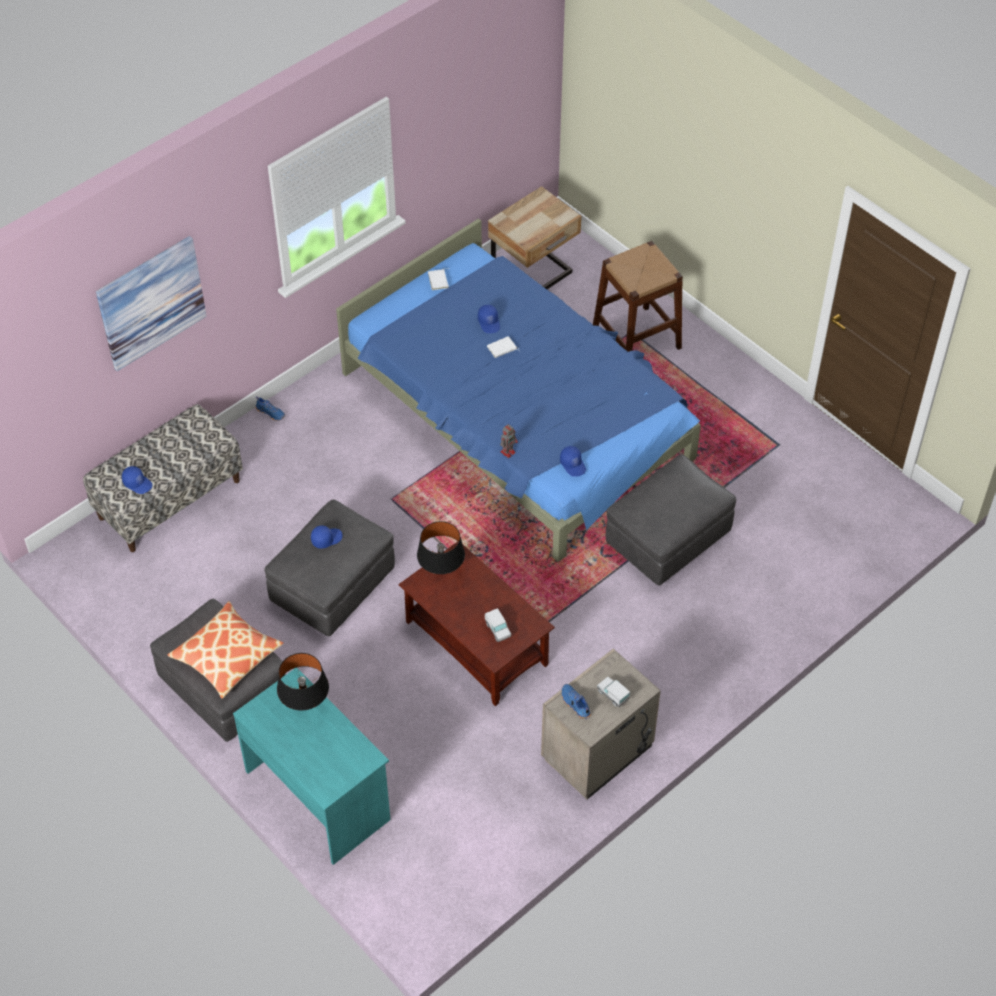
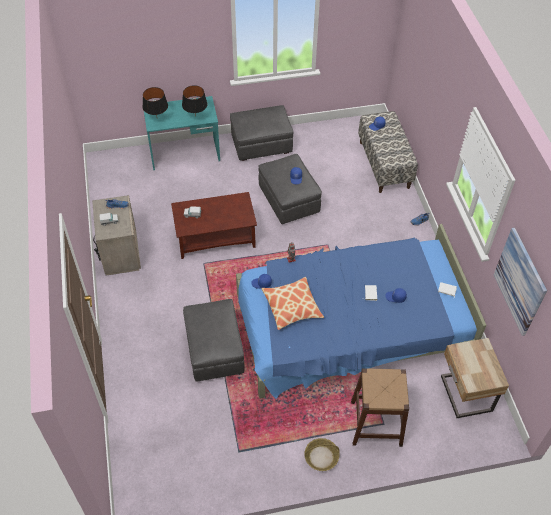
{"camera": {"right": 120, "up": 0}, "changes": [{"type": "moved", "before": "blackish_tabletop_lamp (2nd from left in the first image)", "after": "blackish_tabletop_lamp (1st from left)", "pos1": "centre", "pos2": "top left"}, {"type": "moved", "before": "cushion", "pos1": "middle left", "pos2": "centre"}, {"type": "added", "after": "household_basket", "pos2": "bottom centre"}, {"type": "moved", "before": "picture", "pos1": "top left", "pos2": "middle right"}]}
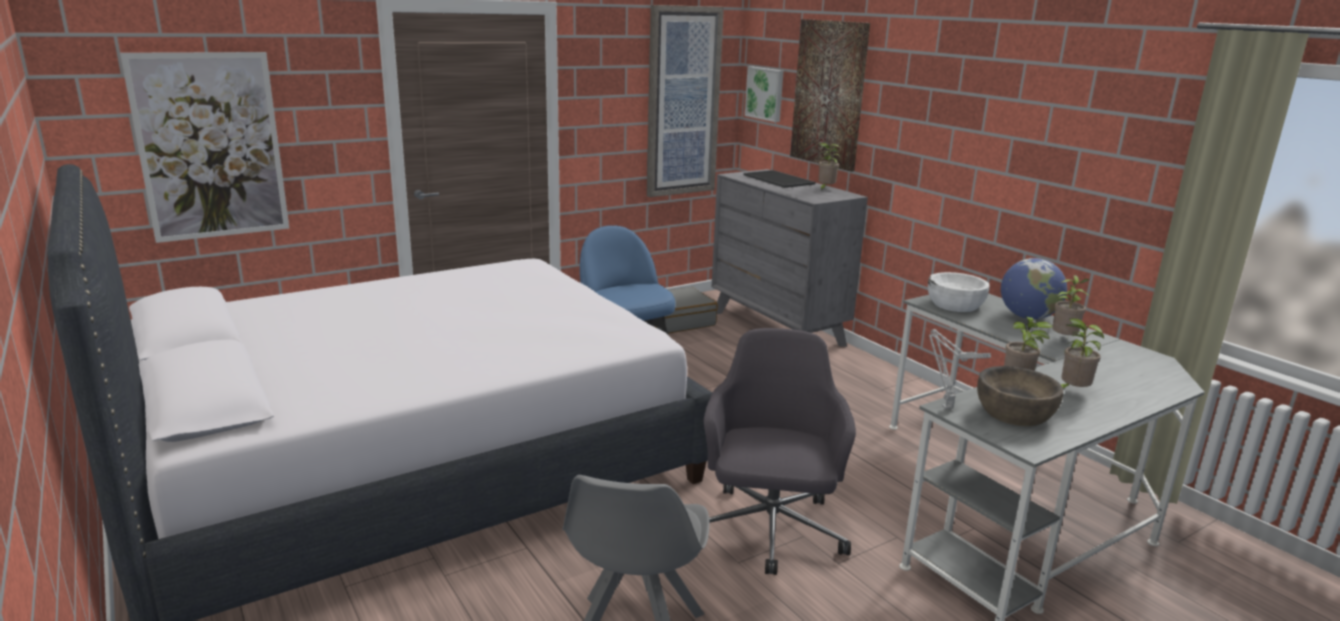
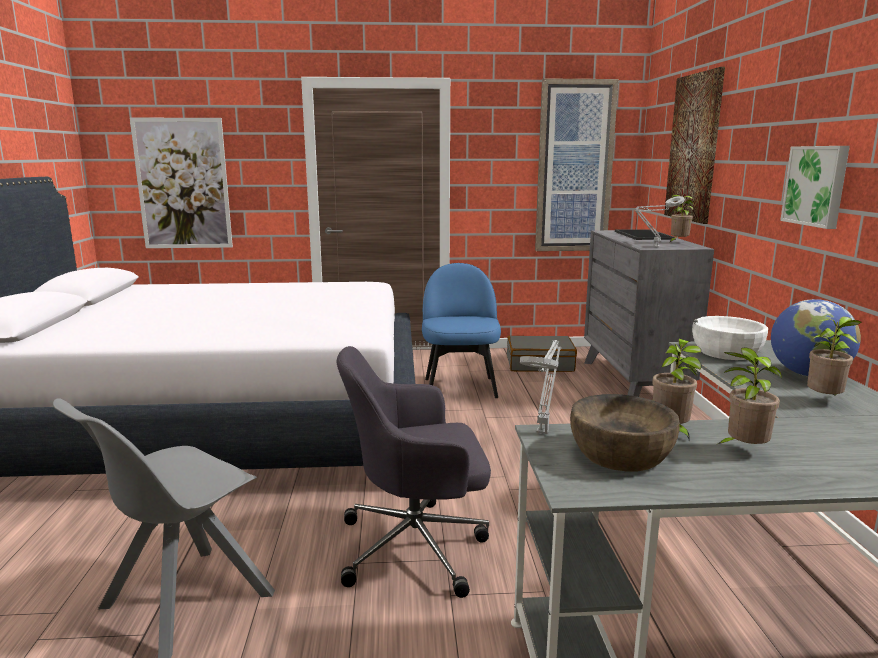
{"camera": {"right": 30, "up": -5}, "changes": [{"type": "turned", "before": "greyish_desk_chair", "pos1": "bottom centre", "pos2": "bottom centre", "turn": -135}, {"type": "added", "after": "greyish_tabletop_lamp (2nd from left)", "pos2": "middle right"}, {"type": "moved", "before": "picture (3rd from left in the first image)", "after": "picture (4th from left)", "pos1": "top centre", "pos2": "top right"}]}
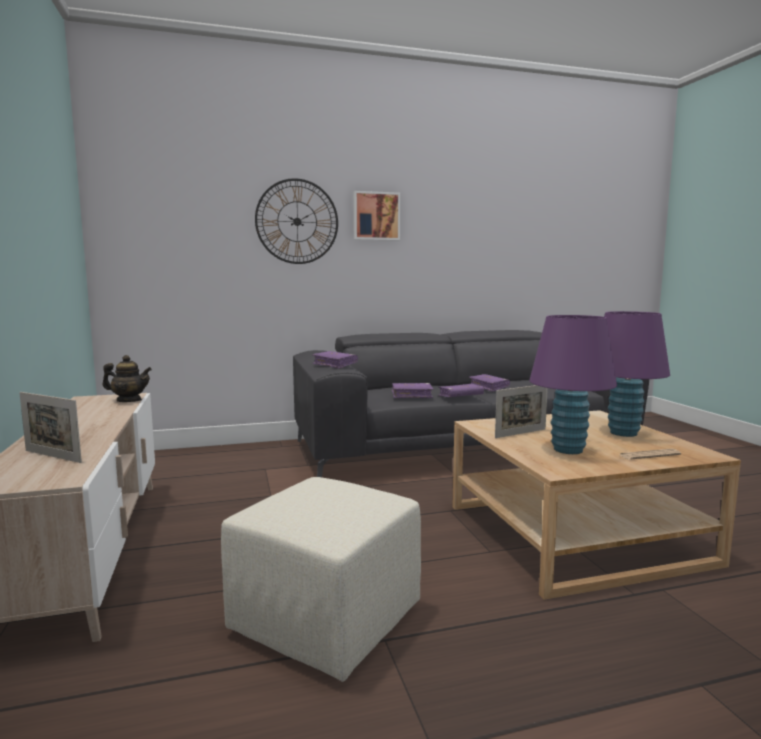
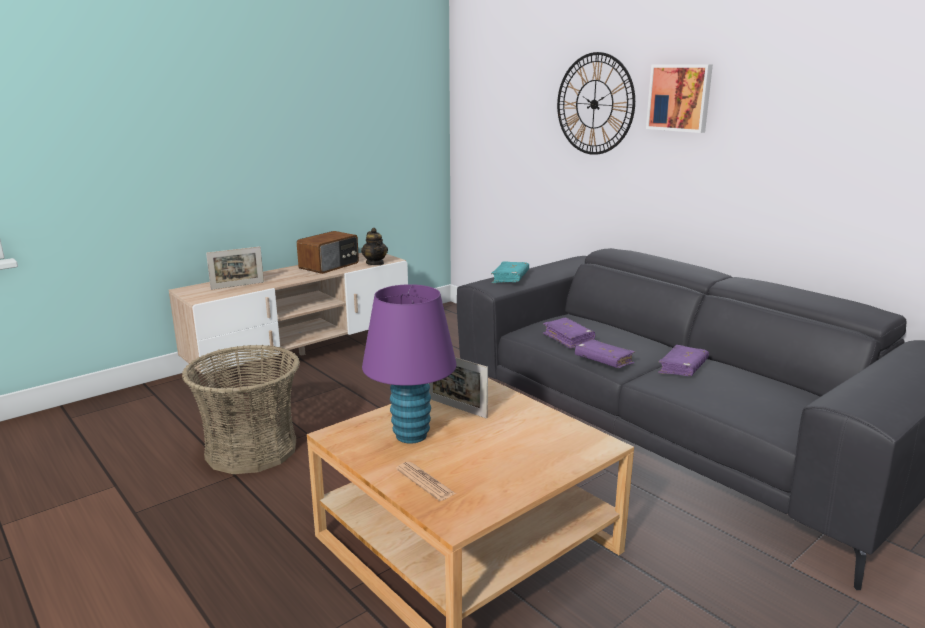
{"camera": {"right": 65, "up": 10}, "changes": [{"type": "replaced", "before": "beige_ottoman", "after": "household_basket", "pos1": "bottom centre", "pos2": "middle left"}, {"type": "turned", "before": "photo_frame (1st from left)", "pos1": "middle left", "pos2": "middle left", "turn": -120}, {"type": "added", "after": "radio_receiver", "pos2": "centre"}, {"type": "recoloured", "before": "purplish_book (1st from left)", "after": "blue-green_book", "pos1": "centre", "pos2": "centre"}, {"type": "removed", "before": "purplish_tabletop_lamp (2nd from left)", "pos1": "middle right"}]}
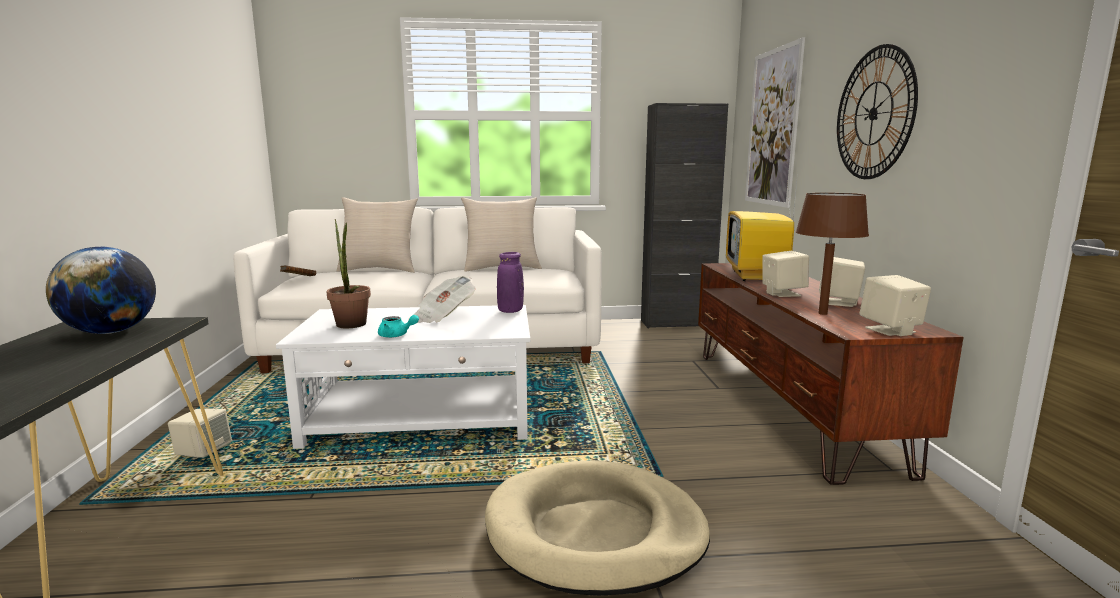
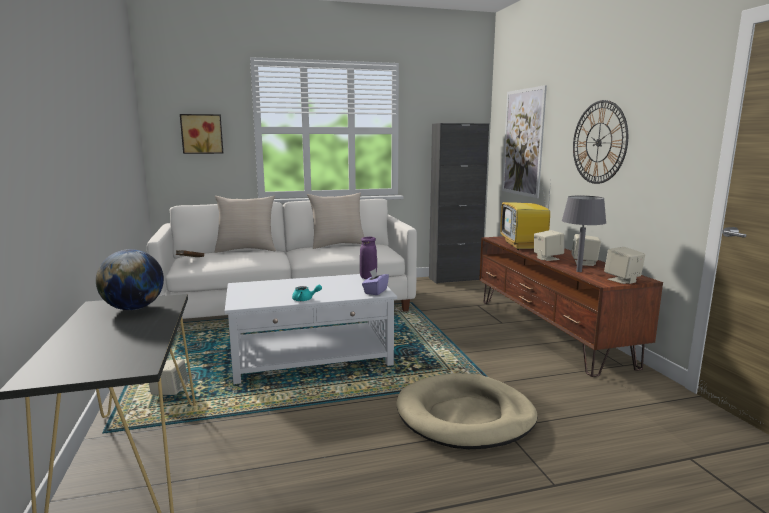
{"camera": {"right": -10, "up": 0}, "changes": [{"type": "added", "after": "picture (1st from left)", "pos2": "top left"}, {"type": "added", "after": "purplish_tissue_holder", "pos2": "centre"}, {"type": "recoloured", "before": "brown_tabletop_lamp", "after": "greyish_tabletop_lamp", "pos1": "middle right", "pos2": "middle right"}, {"type": "removed", "before": "potted_plant", "pos1": "middle left"}, {"type": "removed", "before": "printed_paper", "pos1": "centre"}]}
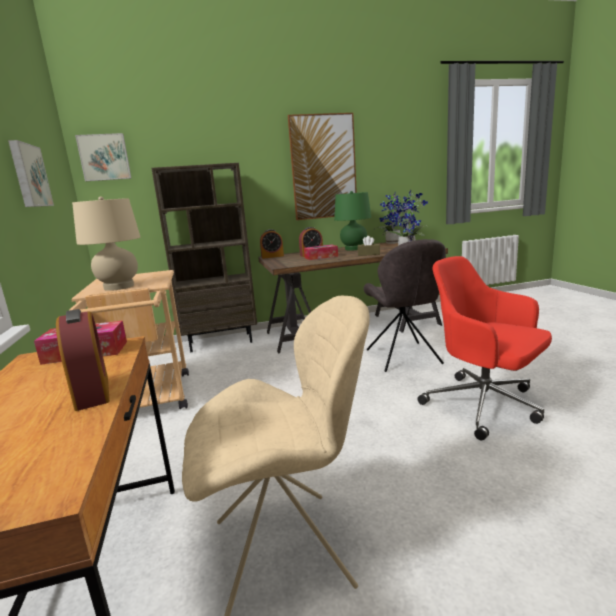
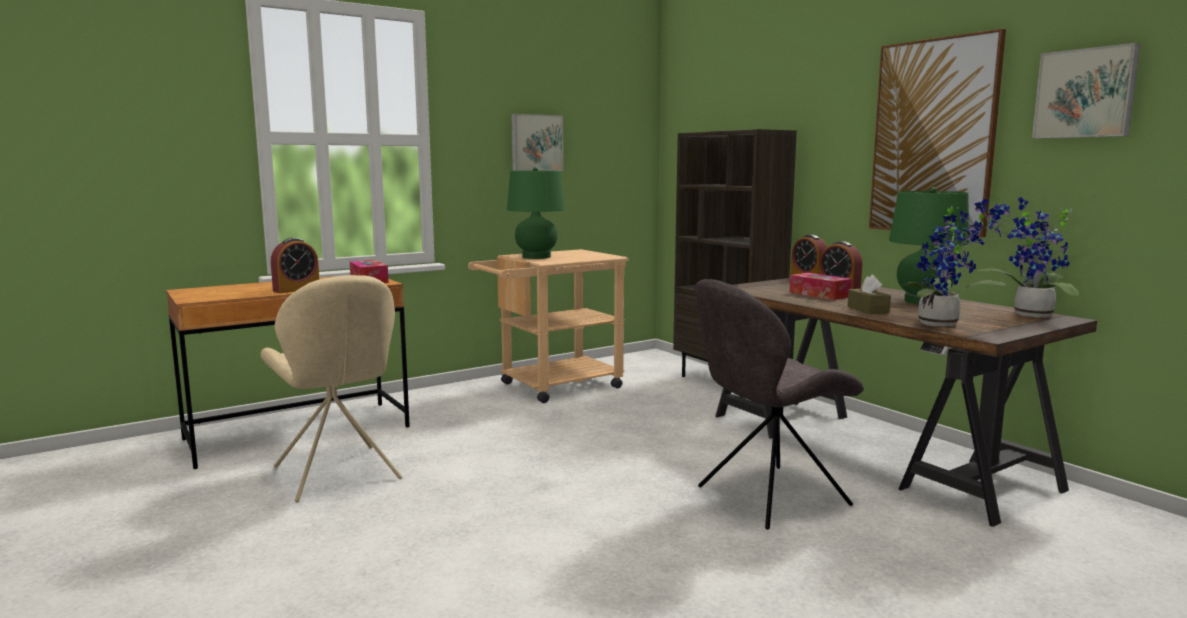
{"camera": {"right": 70, "up": -5}, "changes": [{"type": "recoloured", "before": "beige_tabletop_lamp", "after": "green_tabletop_lamp (1st from left)", "pos1": "middle left", "pos2": "centre"}, {"type": "moved", "before": "picture (2nd from left in the first image)", "after": "picture (3rd from left)", "pos1": "top left", "pos2": "top right"}, {"type": "removed", "before": "red-coloured_desk_chair", "pos1": "middle right"}]}
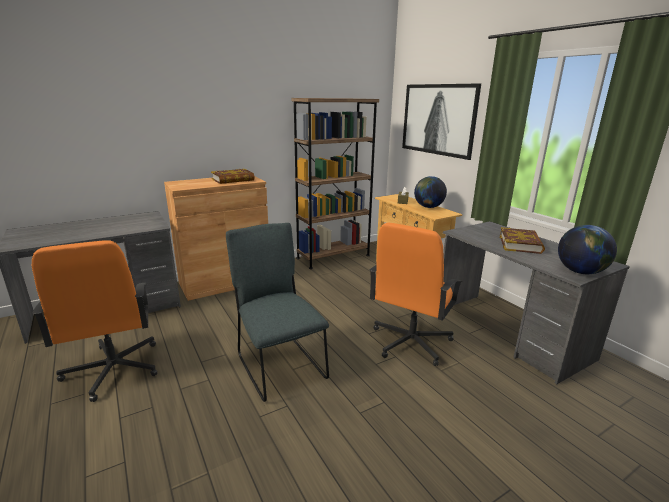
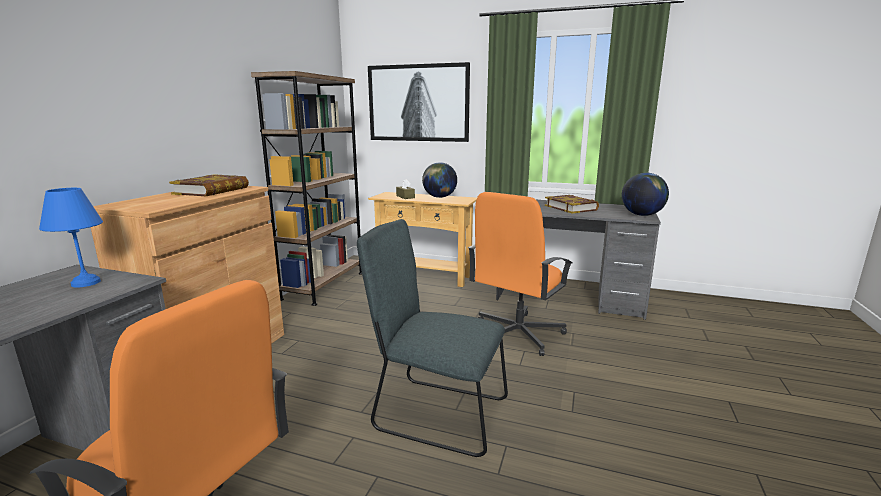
{"camera": {"right": -40, "up": -5}, "changes": [{"type": "added", "after": "bluish_tabletop_lamp", "pos2": "middle left"}, {"type": "turned", "before": "orangey_desk_chair (2nd from left)", "pos1": "centre", "pos2": "centre", "turn": 45}]}
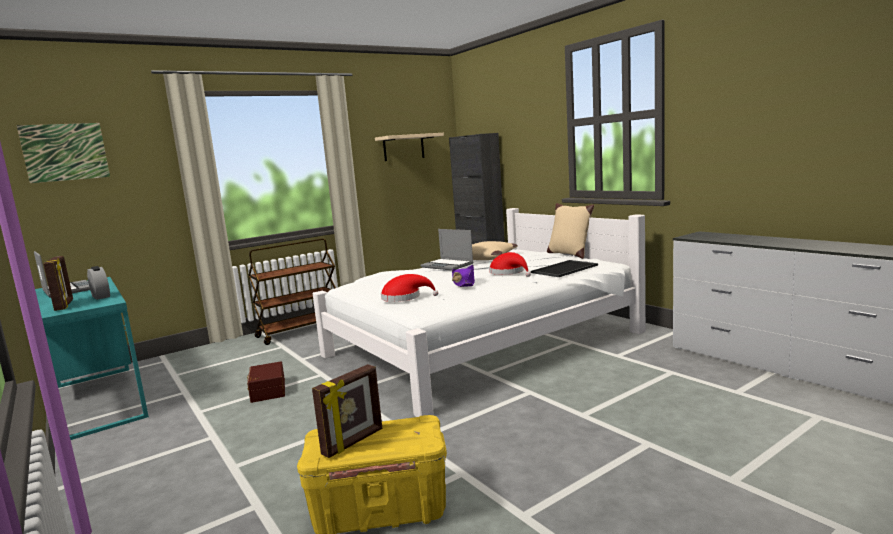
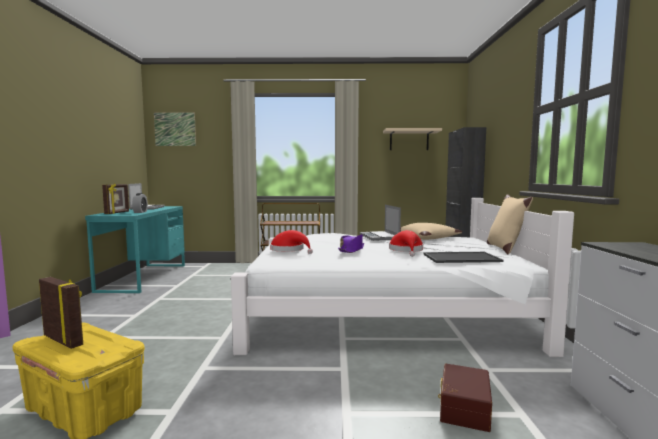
{"camera": {"right": 35, "up": -5}, "changes": [{"type": "turned", "before": "photo_frame (2nd from left in the first image)", "pos1": "bottom centre", "pos2": "bottom left", "turn": -135}, {"type": "moved", "before": "brown_storage_box", "pos1": "bottom left", "pos2": "bottom right"}]}
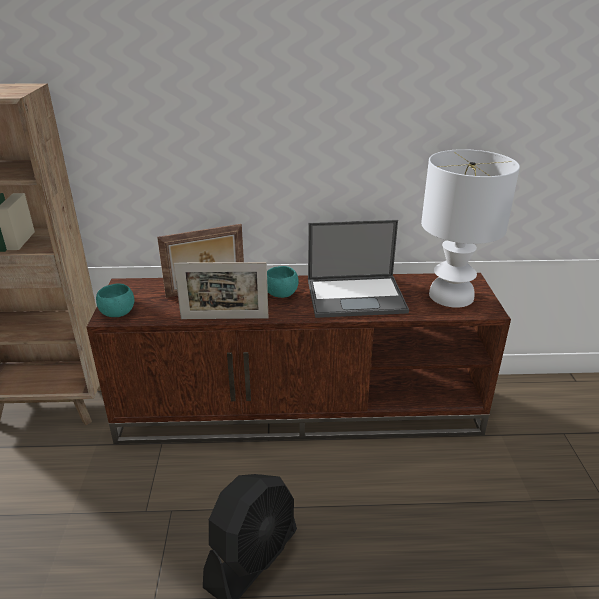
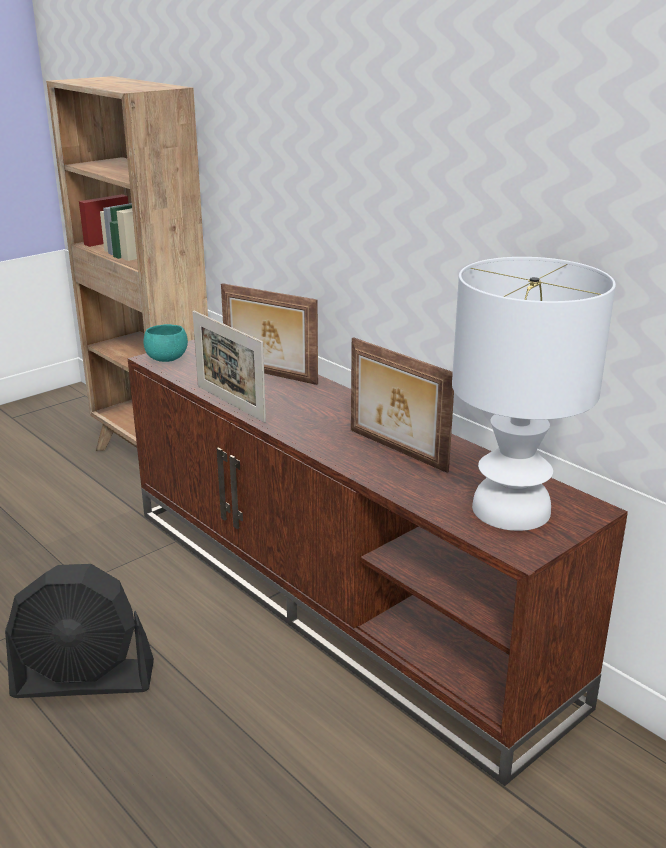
{"camera": {"right": 50, "up": -5}, "changes": [{"type": "replaced", "before": "portable_computer", "after": "photo_frame (3rd from left)", "pos1": "centre", "pos2": "centre"}, {"type": "removed", "before": "blue-green_deep_dish (2nd from left)", "pos1": "centre"}]}
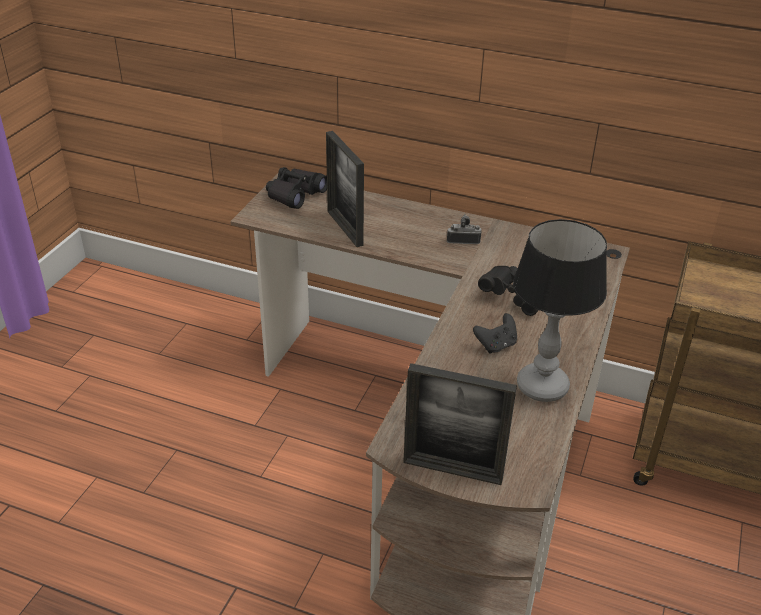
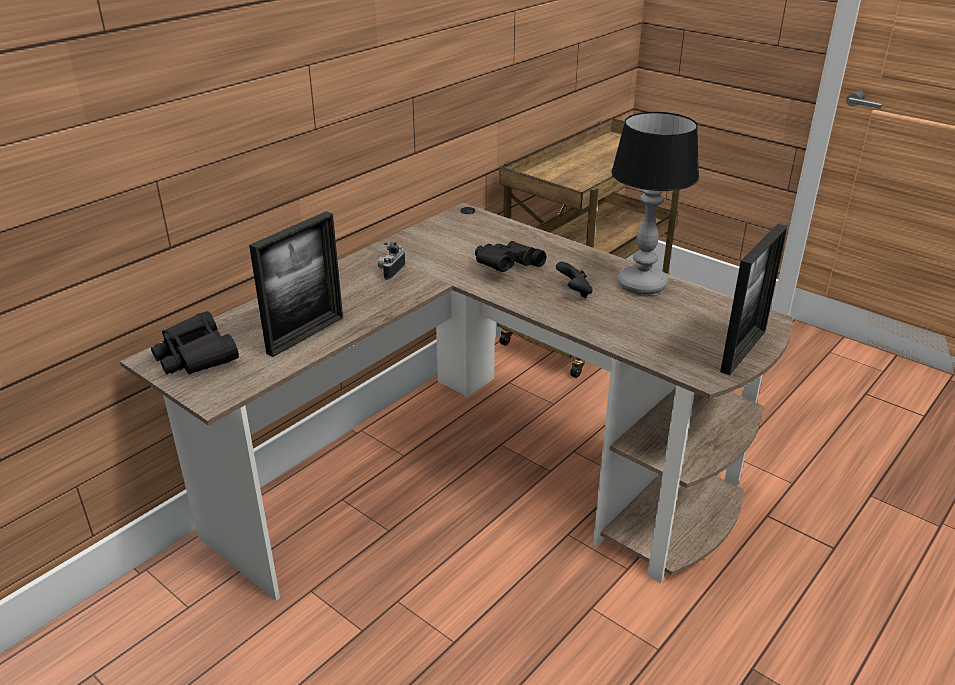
{"camera": {"right": -70, "up": -5}, "changes": [{"type": "turned", "before": "photo_frame (1st from left)", "pos1": "top centre", "pos2": "middle left", "turn": -45}]}
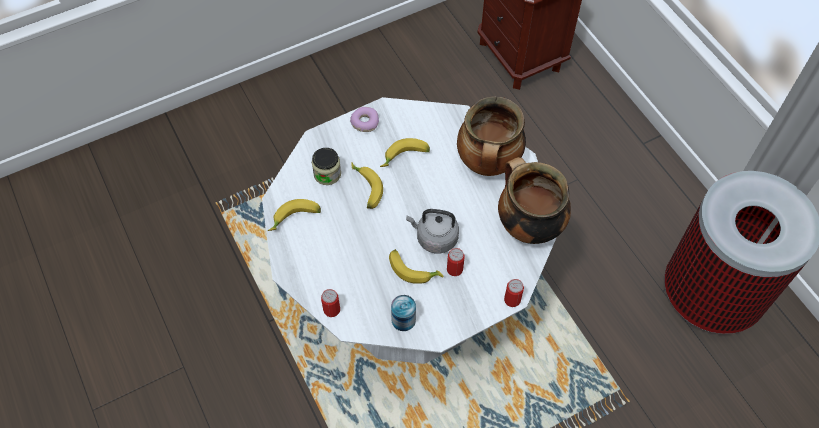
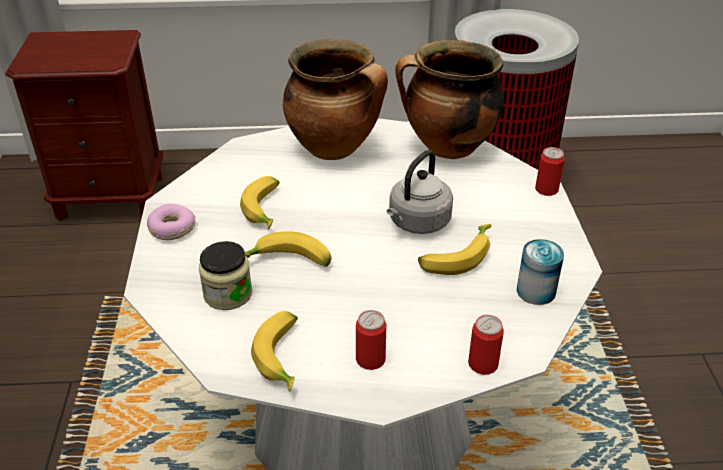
{"camera": {"right": -65, "up": -20}, "changes": [{"type": "moved", "before": "can (3rd from left in the first image)", "after": "can (1st from left)", "pos1": "centre", "pos2": "bottom centre"}]}
